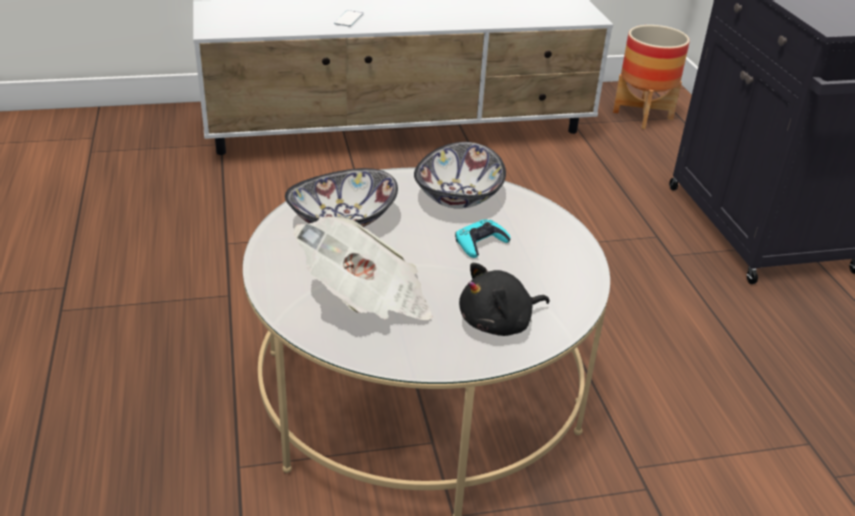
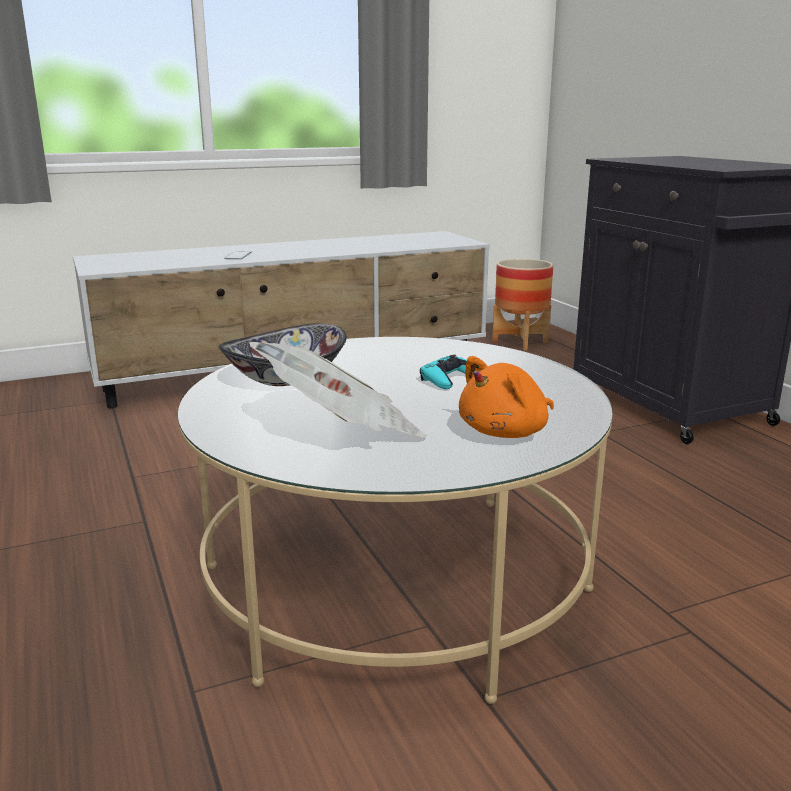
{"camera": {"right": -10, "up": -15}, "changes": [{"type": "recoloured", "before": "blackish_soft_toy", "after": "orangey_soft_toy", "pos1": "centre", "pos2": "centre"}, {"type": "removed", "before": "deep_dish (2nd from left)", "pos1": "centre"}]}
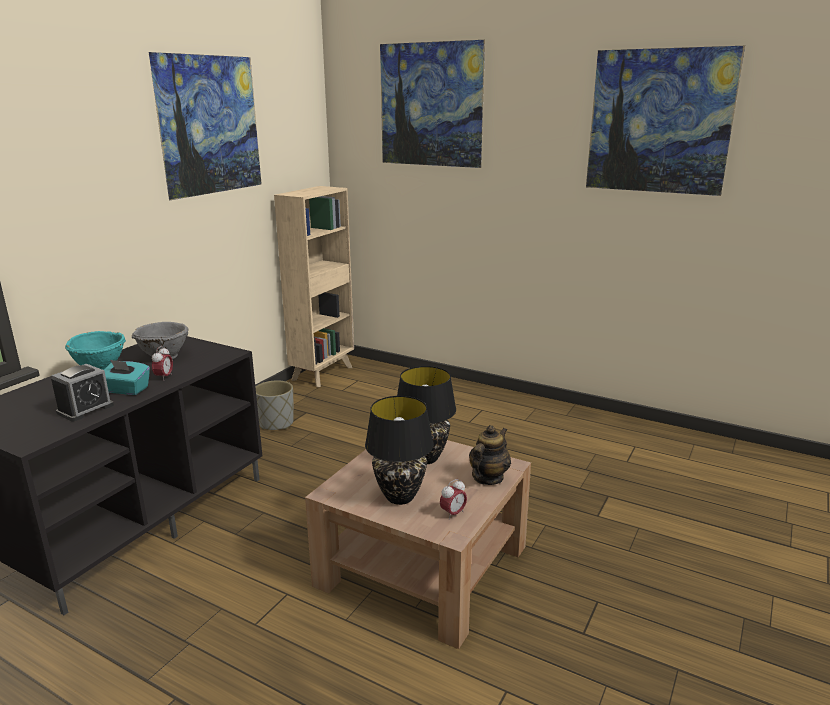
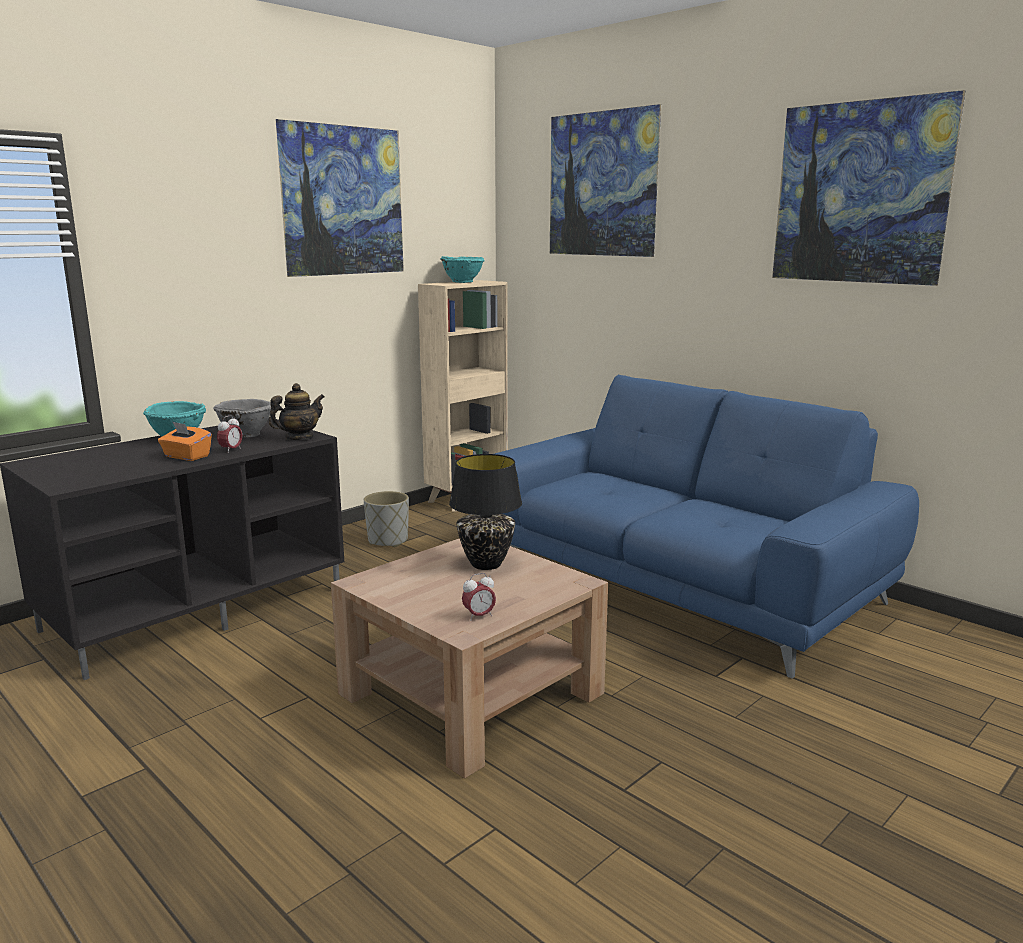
{"camera": {"right": 15, "up": -5}, "changes": [{"type": "recoloured", "before": "blue-green_tissue_holder", "after": "orangey_tissue_holder", "pos1": "middle left", "pos2": "middle left"}, {"type": "moved", "before": "teapot", "pos1": "centre", "pos2": "middle left"}, {"type": "added", "after": "blue-green_deep_dish (2nd from left)", "pos2": "top centre"}, {"type": "added", "after": "bluish_settee", "pos2": "middle right"}, {"type": "removed", "before": "alarm_clock (1st from left)", "pos1": "middle left"}, {"type": "removed", "before": "blackish_tabletop_lamp (1st from left)", "pos1": "centre"}]}
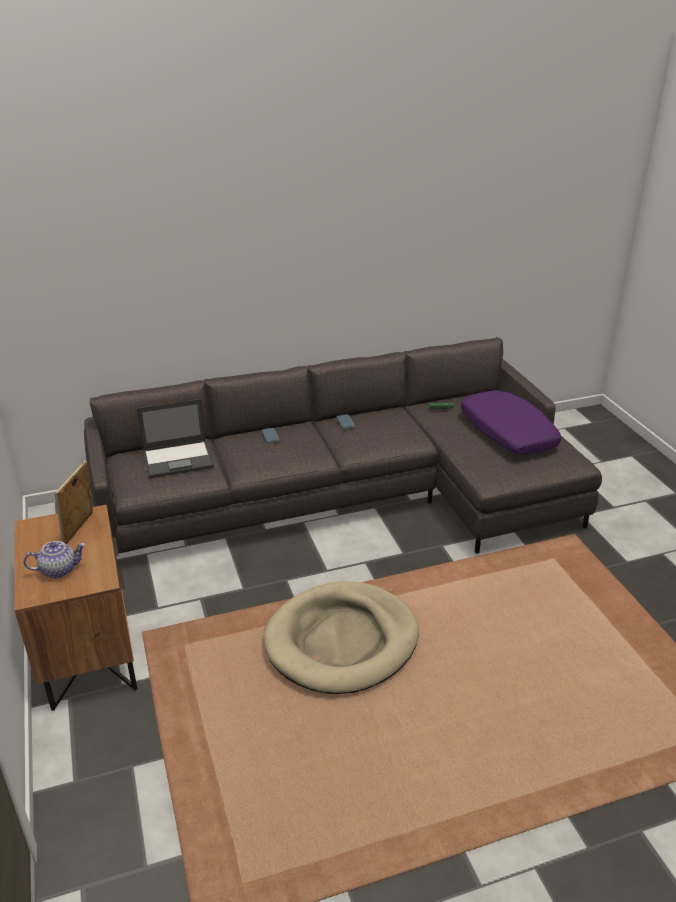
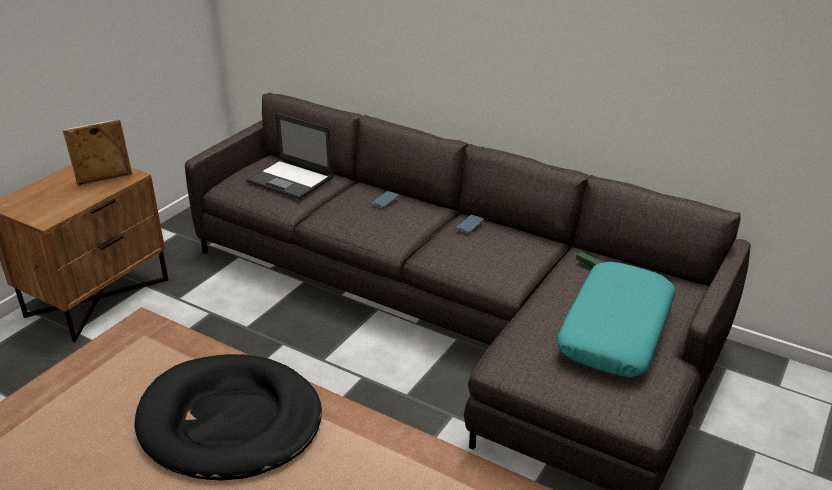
{"camera": {"right": 50, "up": 0}, "changes": [{"type": "recoloured", "before": "beige_pet_bed", "after": "blackish_pet_bed", "pos1": "bottom centre", "pos2": "bottom left"}, {"type": "recoloured", "before": "purplish_cushion", "after": "blue-green_cushion", "pos1": "middle right", "pos2": "middle right"}, {"type": "removed", "before": "teapot", "pos1": "middle left"}]}
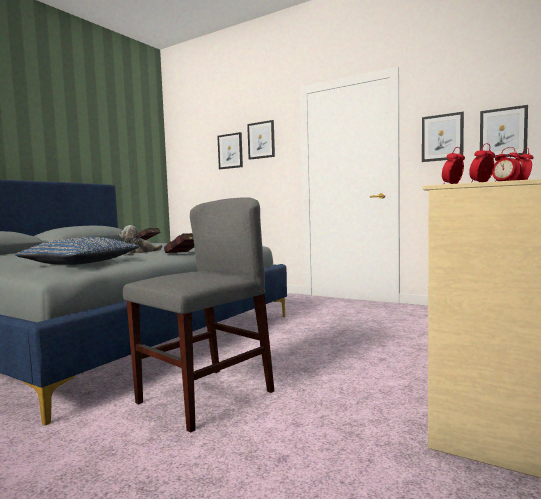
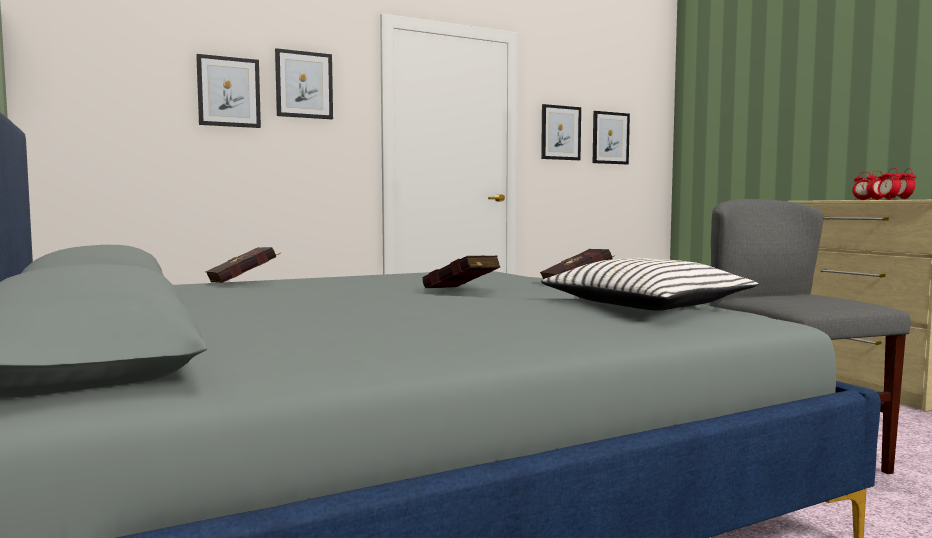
{"camera": {"right": -60, "up": 0}, "changes": [{"type": "replaced", "before": "soft_toy", "after": "red-coloured_book (2nd from left)", "pos1": "middle left", "pos2": "centre"}, {"type": "recoloured", "before": "bluish_cushion", "after": "white-coloured_cushion", "pos1": "middle left", "pos2": "middle right"}]}
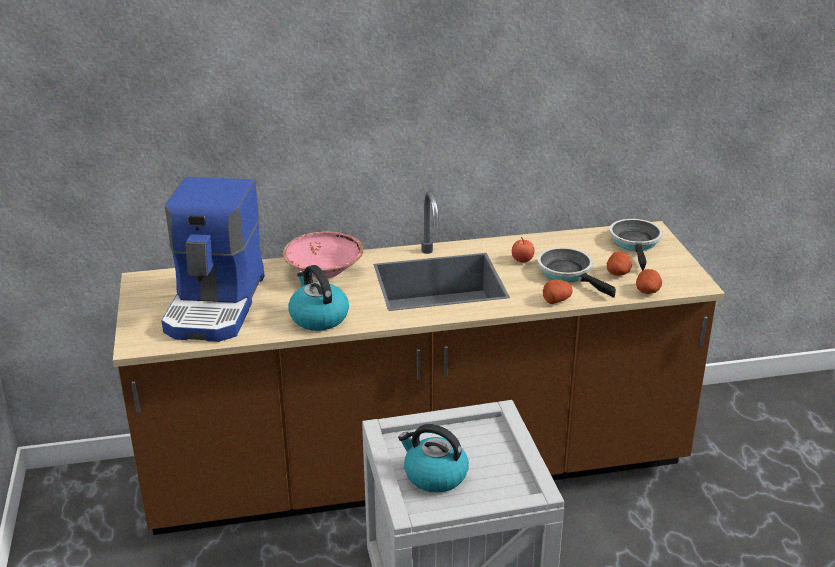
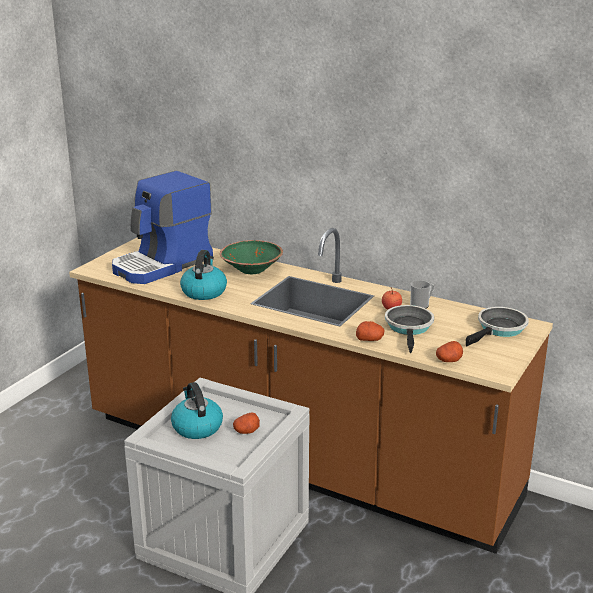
{"camera": {"right": 40, "up": -5}, "changes": [{"type": "recoloured", "before": "pink-coloured_deep_dish", "after": "green_deep_dish", "pos1": "centre", "pos2": "centre"}, {"type": "moved", "before": "spud (2nd from left in the first image)", "after": "spud (1st from left)", "pos1": "middle right", "pos2": "bottom centre"}, {"type": "added", "after": "mug", "pos2": "middle right"}]}
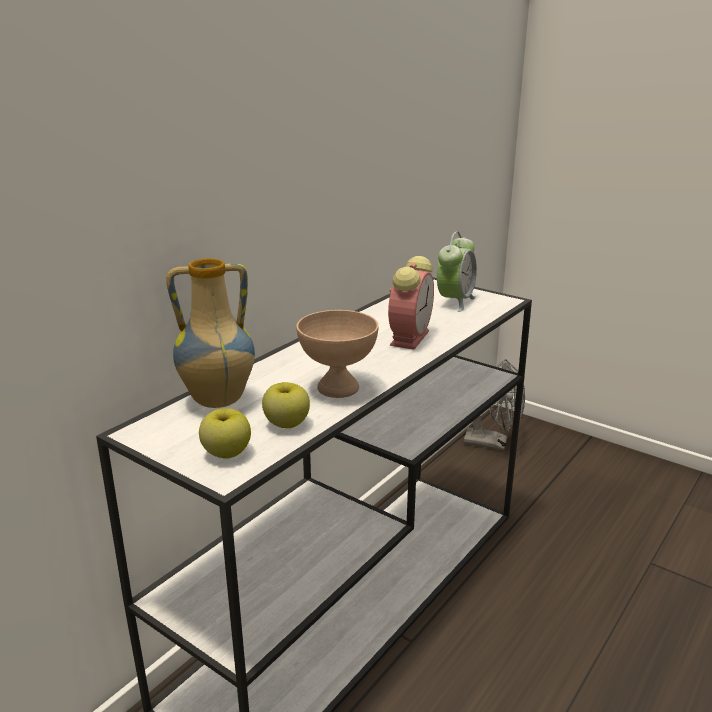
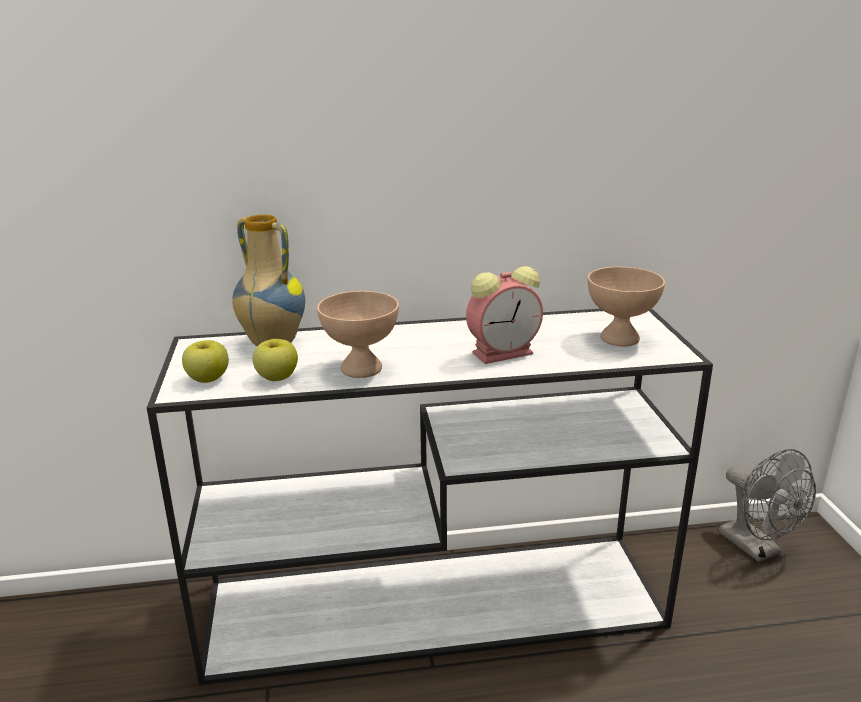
{"camera": {"right": 45, "up": 0}, "changes": [{"type": "replaced", "before": "alarm_clock (2nd from left)", "after": "beige_deep_dish (2nd from left)", "pos1": "centre", "pos2": "middle right"}]}
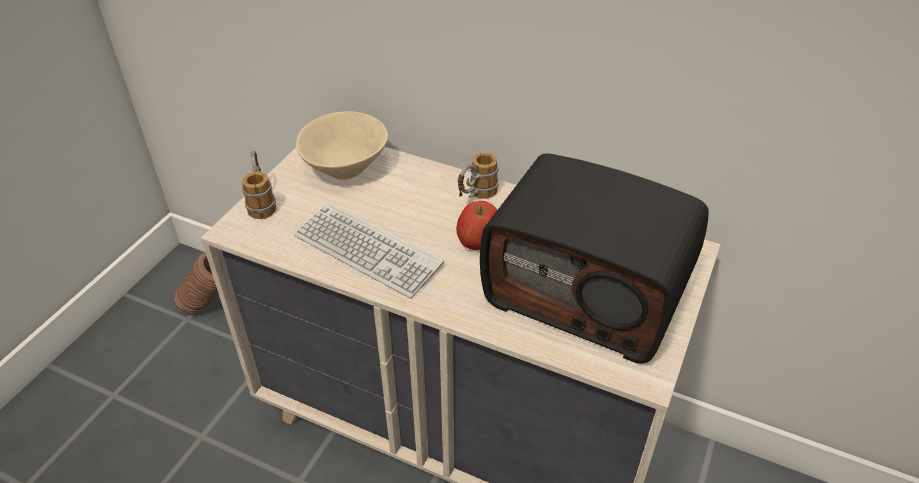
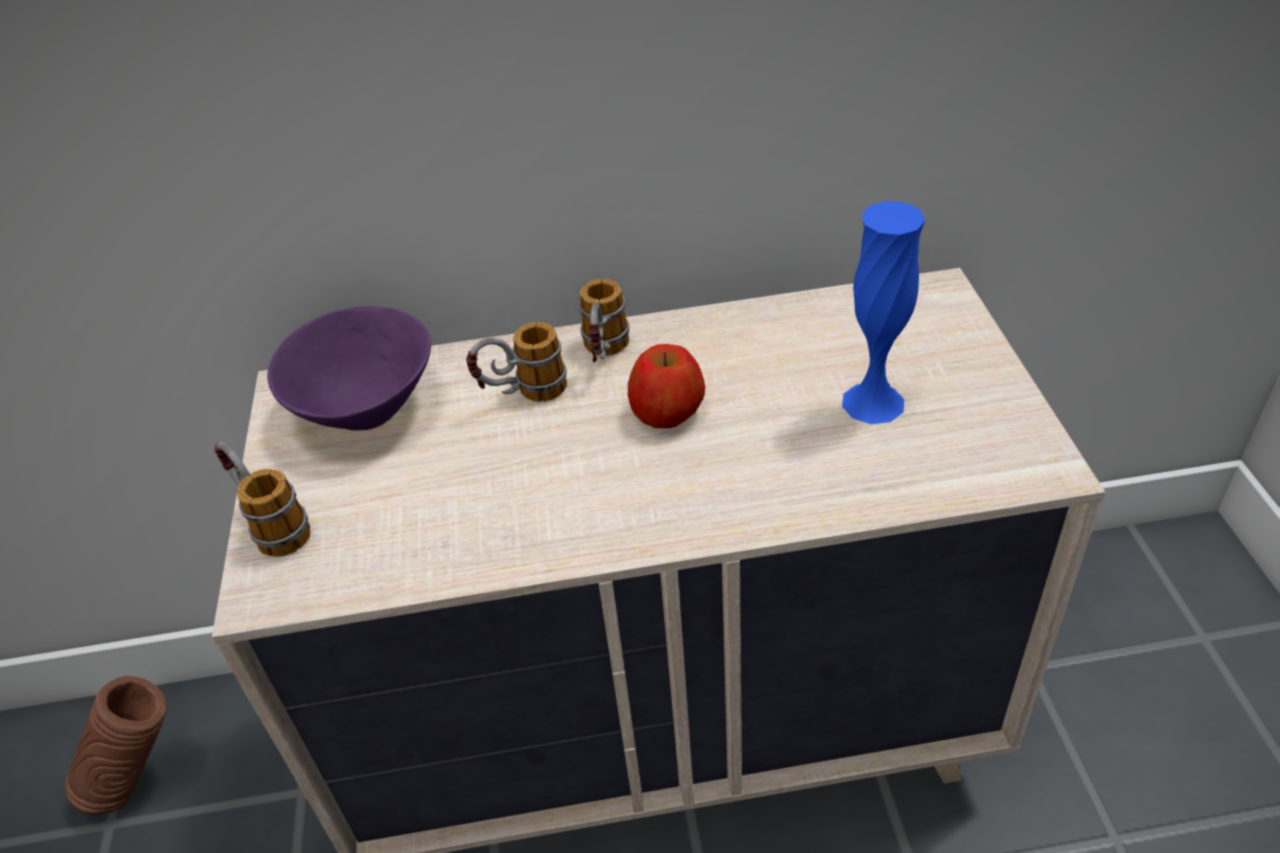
{"camera": {"right": -30, "up": 0}, "changes": [{"type": "recoloured", "before": "beige_deep_dish", "after": "purplish_deep_dish", "pos1": "top centre", "pos2": "middle left"}, {"type": "added", "after": "mug (2nd from left)", "pos2": "centre"}, {"type": "replaced", "before": "radio_receiver", "after": "bluish_decorative_vase", "pos1": "centre", "pos2": "middle right"}, {"type": "removed", "before": "PC_keyboard", "pos1": "centre"}]}
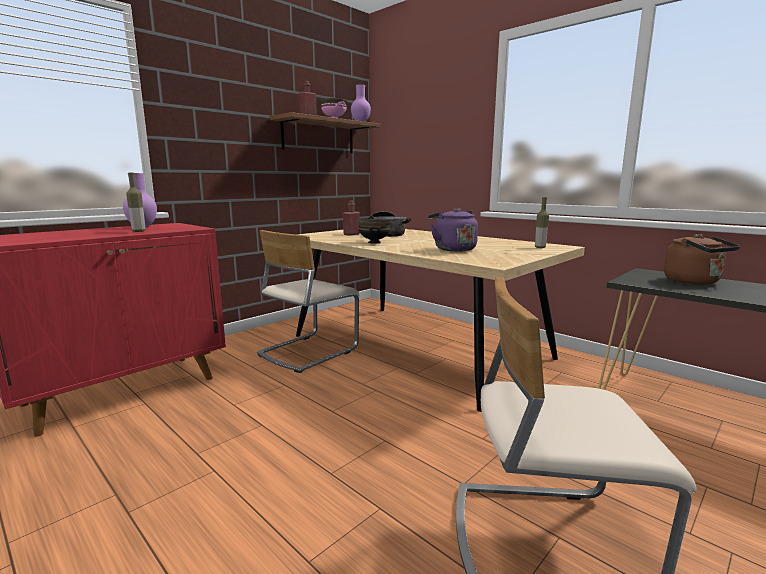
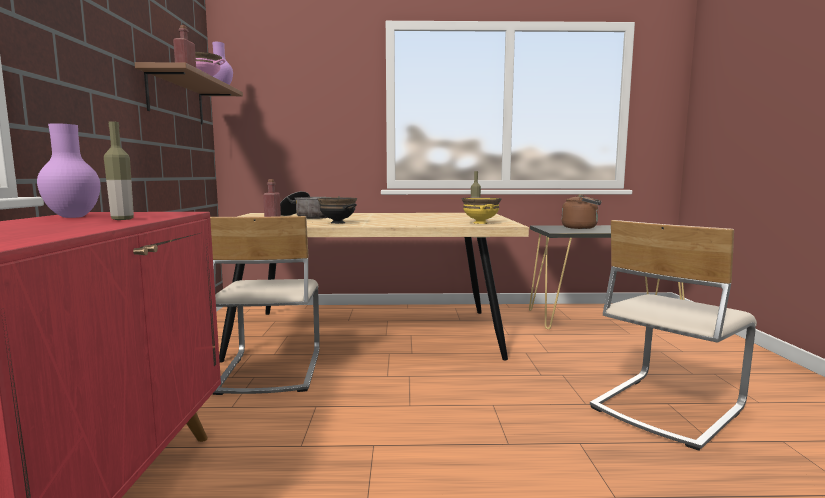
{"camera": {"right": -45, "up": -5}, "changes": [{"type": "added", "after": "yellow_deep_dish", "pos2": "centre"}, {"type": "removed", "before": "purplish_water_kettle", "pos1": "centre"}]}
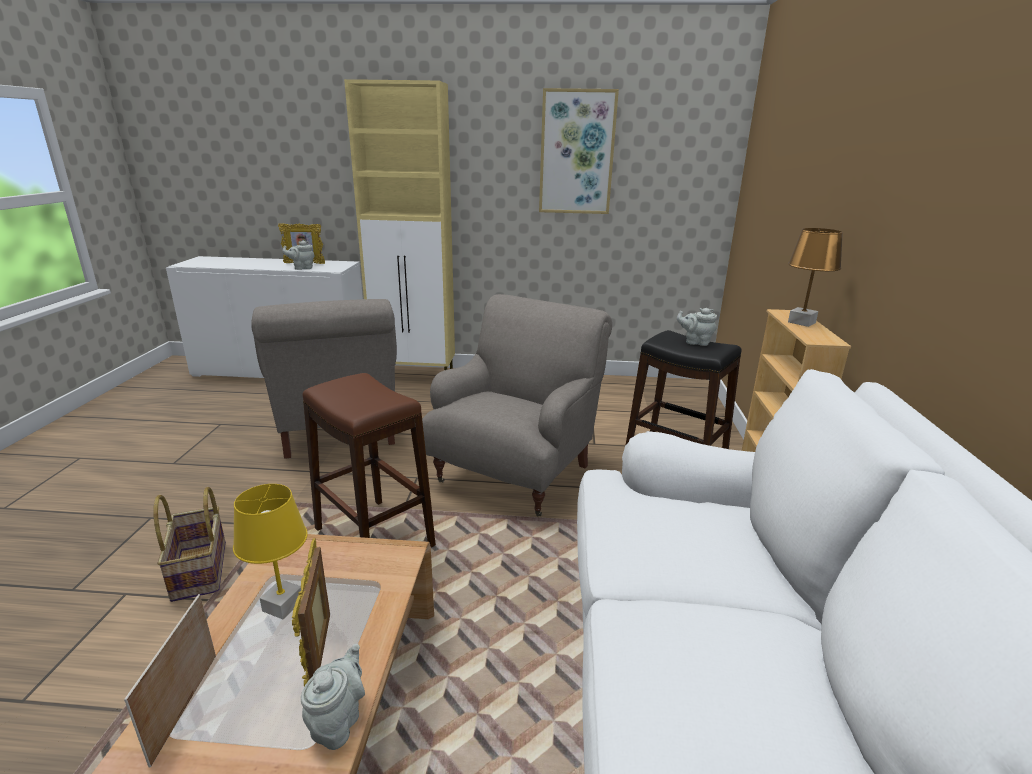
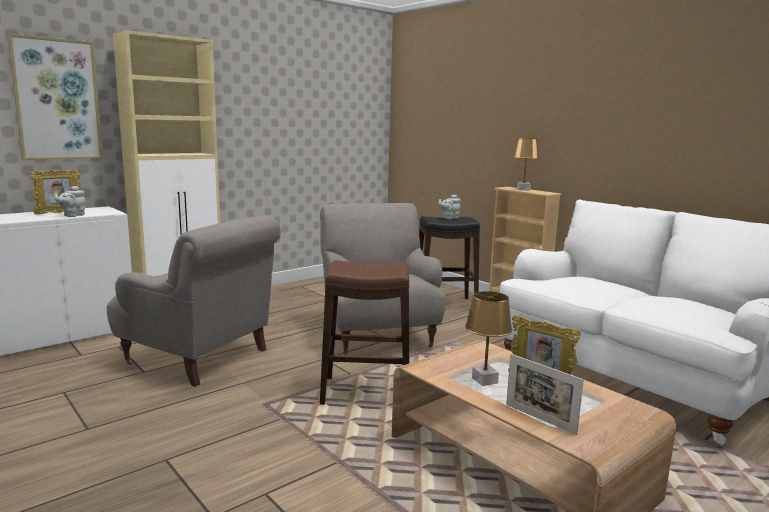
{"camera": {"right": -45, "up": -10}, "changes": [{"type": "moved", "before": "picture", "pos1": "top centre", "pos2": "top left"}, {"type": "recoloured", "before": "yellow_tabletop_lamp", "after": "brown_tabletop_lamp (1st from left)", "pos1": "bottom left", "pos2": "centre"}, {"type": "removed", "before": "household_basket", "pos1": "bottom left"}, {"type": "removed", "before": "greyish_teapot (2nd from left)", "pos1": "bottom left"}]}
